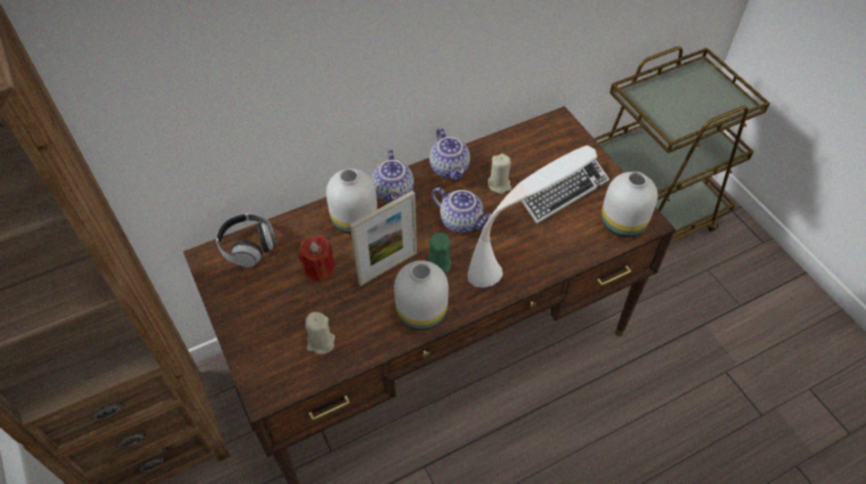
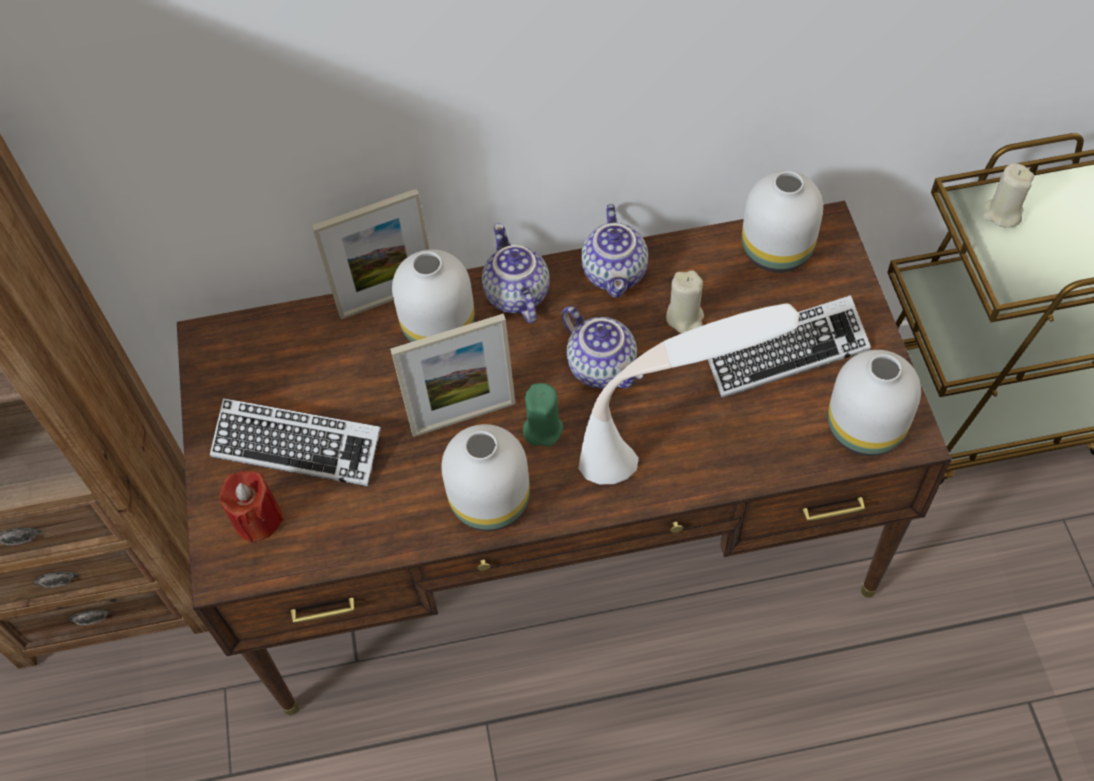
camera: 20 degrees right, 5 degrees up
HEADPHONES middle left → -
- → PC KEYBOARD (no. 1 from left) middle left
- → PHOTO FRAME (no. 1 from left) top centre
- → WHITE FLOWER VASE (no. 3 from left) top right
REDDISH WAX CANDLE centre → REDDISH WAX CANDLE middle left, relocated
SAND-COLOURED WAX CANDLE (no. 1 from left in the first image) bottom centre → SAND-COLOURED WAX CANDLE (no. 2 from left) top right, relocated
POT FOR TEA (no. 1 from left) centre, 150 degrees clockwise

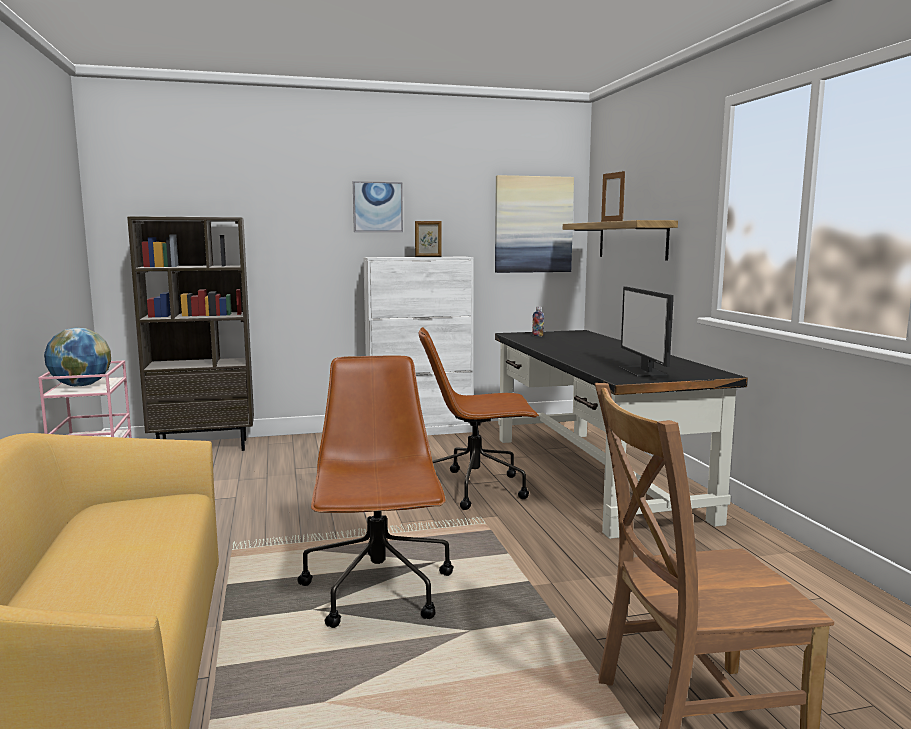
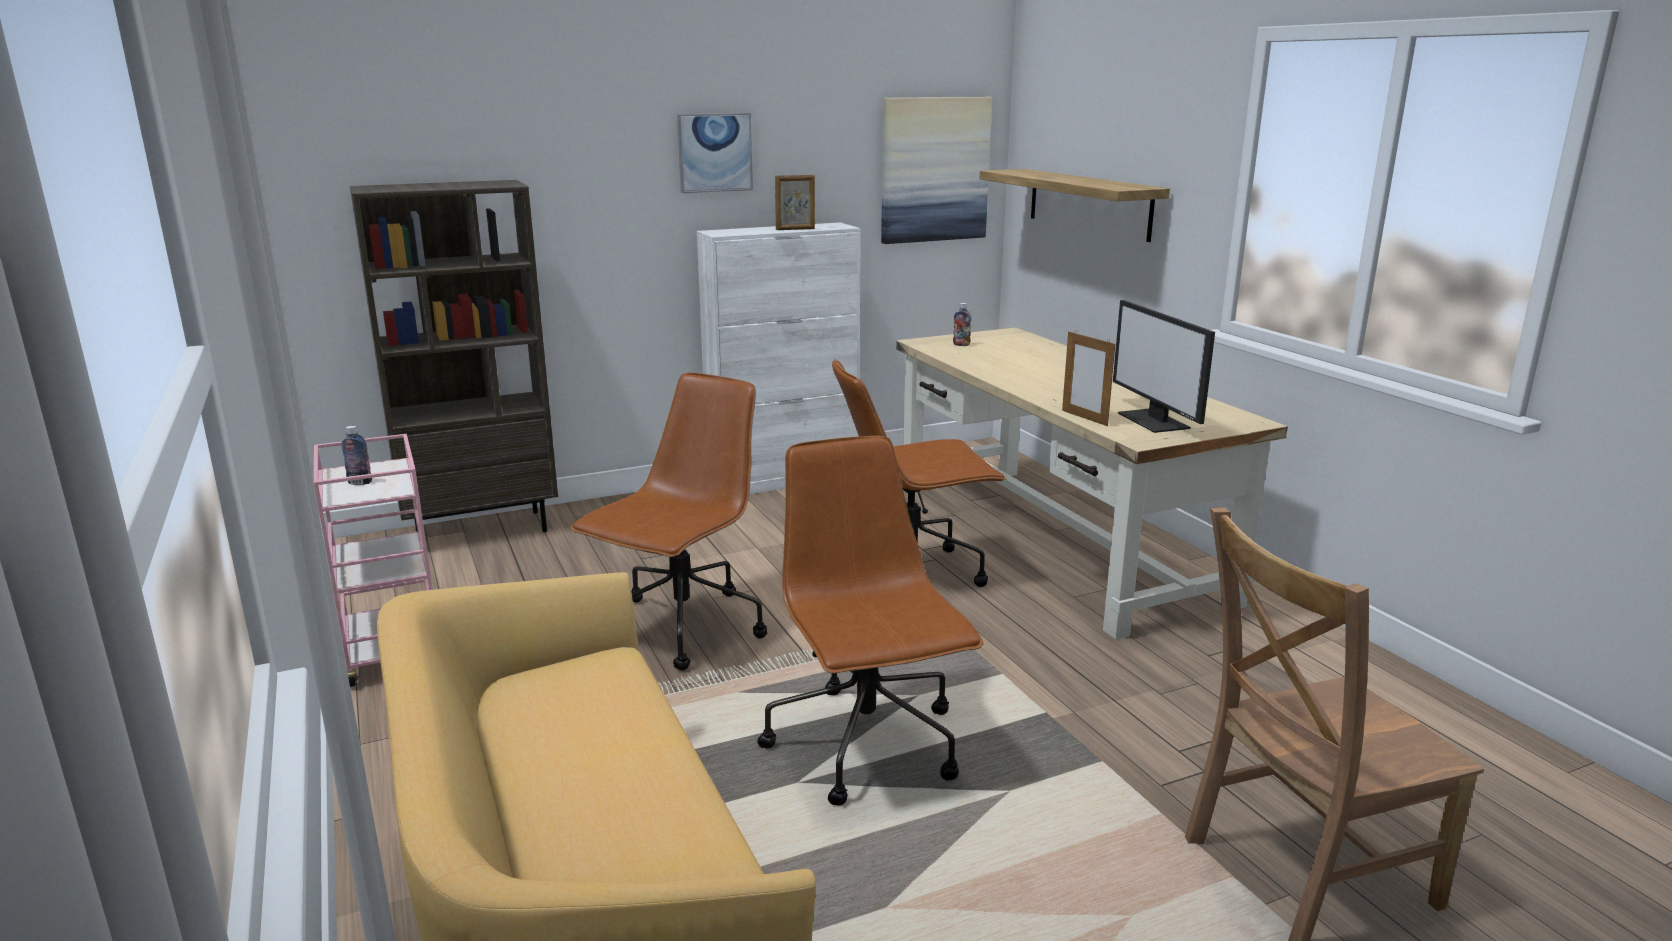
camera: 10 degrees left, 10 degrees up
- → BROWNISH COMPUTER CHAIR (no. 1 from left) centre
PHOTO FRAME (no. 2 from left) top right → PHOTO FRAME (no. 2 from left) centre, relocated
GLOBE middle left → BOTTLE (no. 1 from left) middle left
BLACK-COLOURED DESK UNIT middle right → SAND-COLOURED DESK UNIT centre

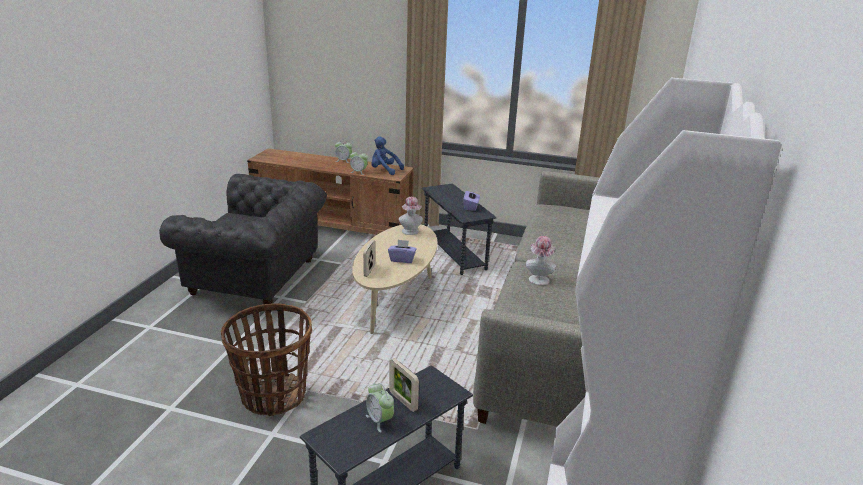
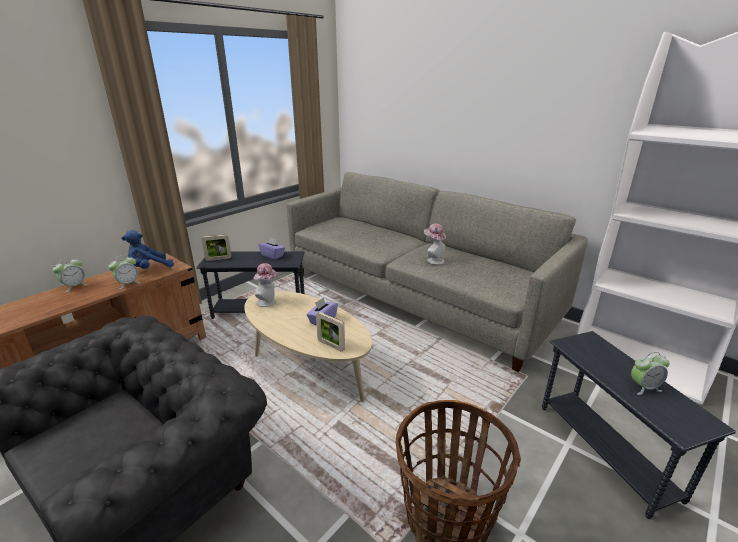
camera: 65 degrees left, 0 degrees up
PHOTO FRAME (no. 2 from left in the first image) bottom centre → PHOTO FRAME (no. 1 from left) middle left, relocated

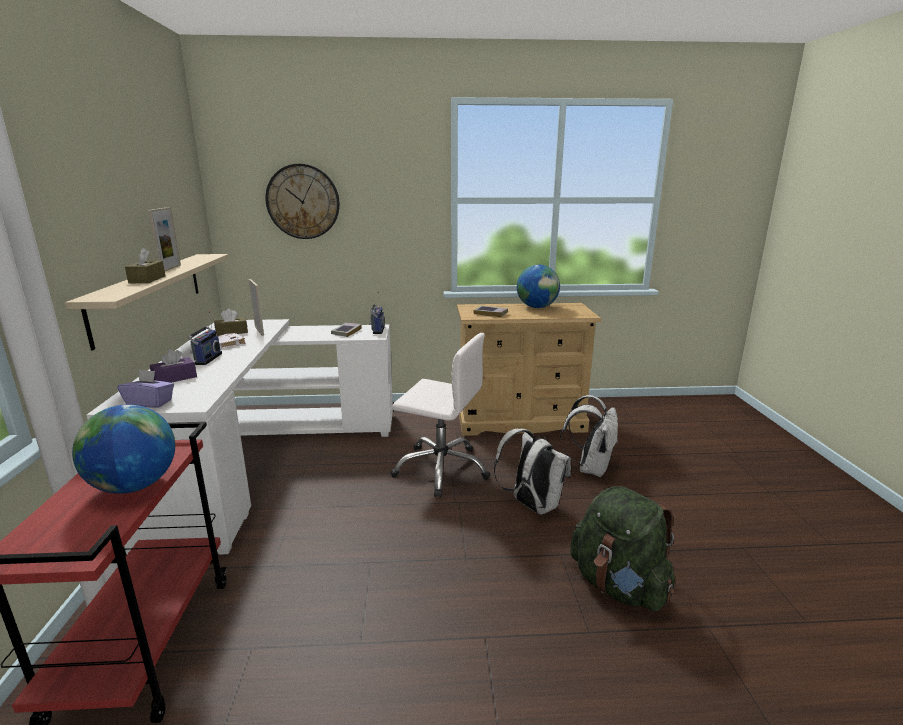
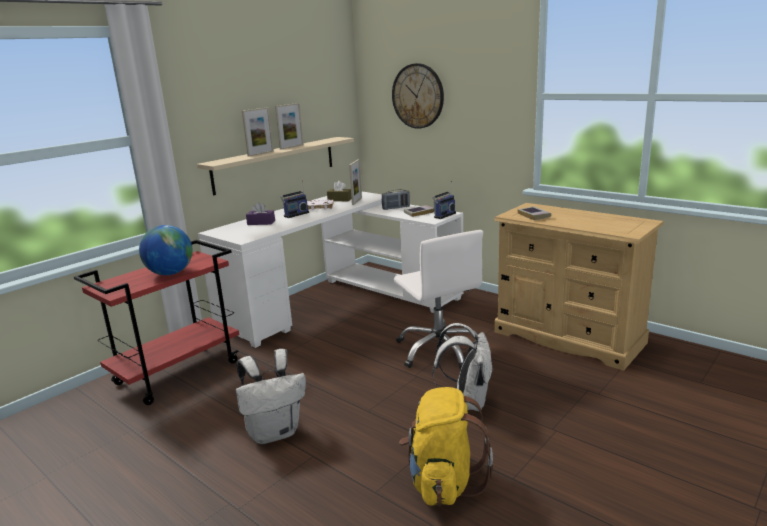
camera: 45 degrees right, 0 degrees up
PURPLE-COLOURED BOX OF TISSUES (no. 1 from left) middle left → -
GLOBE (no. 2 from left) centre → -
- → RADIO RECEIVER (no. 2 from left) centre
WHITE KNAPSACK (no. 2 from left in the first image) centre → WHITE KNAPSACK (no. 1 from left) bottom centre, relocated
BROWNISH BOX OF TISSUES (no. 1 from left) middle left → PHOTO FRAME (no. 1 from left) top centre
GREEN KNAPSACK bottom right → YELLOW KNAPSACK bottom centre

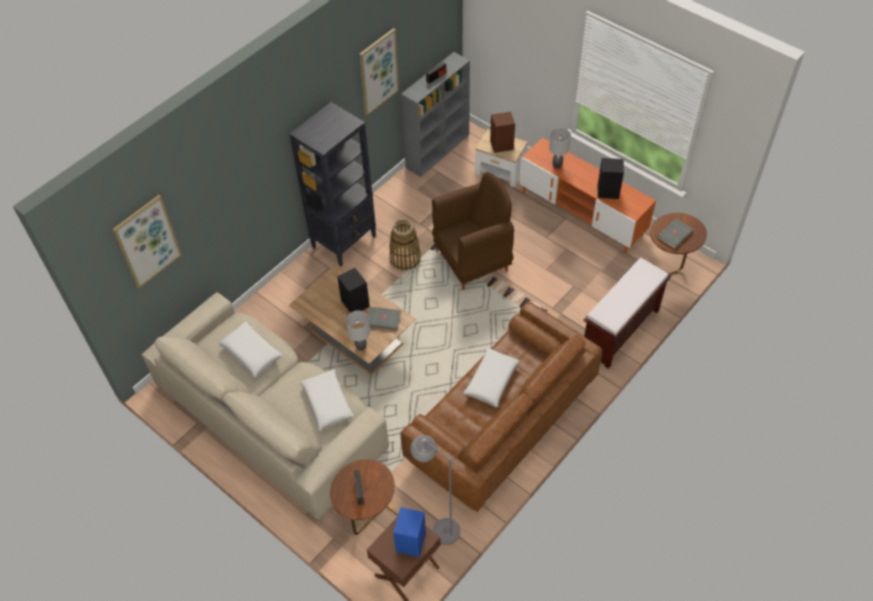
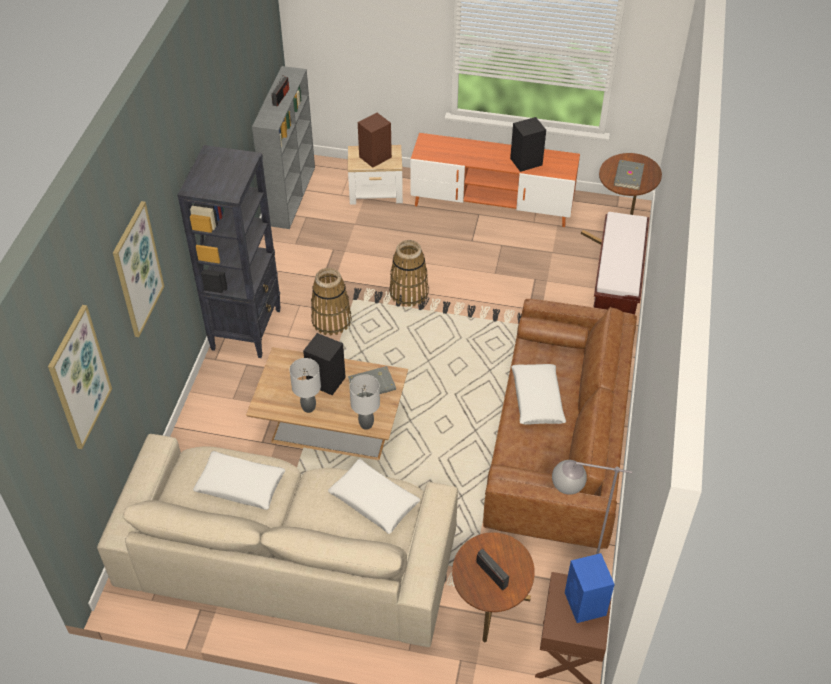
camera: 30 degrees left, 5 degrees down
WALL PICTURE (no. 2 from left) top centre → WALL PICTURE (no. 2 from left) middle left, relocated
GREY LAMP FOR A TABLE (no. 2 from left in the first image) top centre → GREY LAMP FOR A TABLE (no. 1 from left) centre, relocated
BROWNISH ARMCHAIR centre → HOUSEHOLD BASKET (no. 2 from left) centre

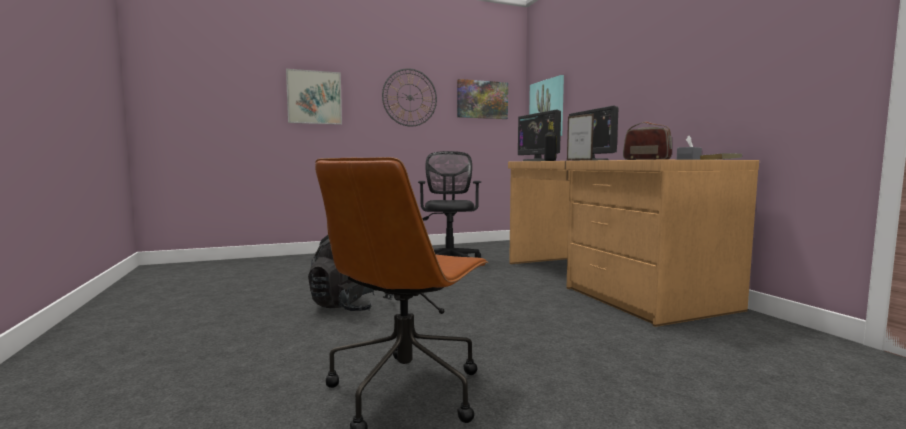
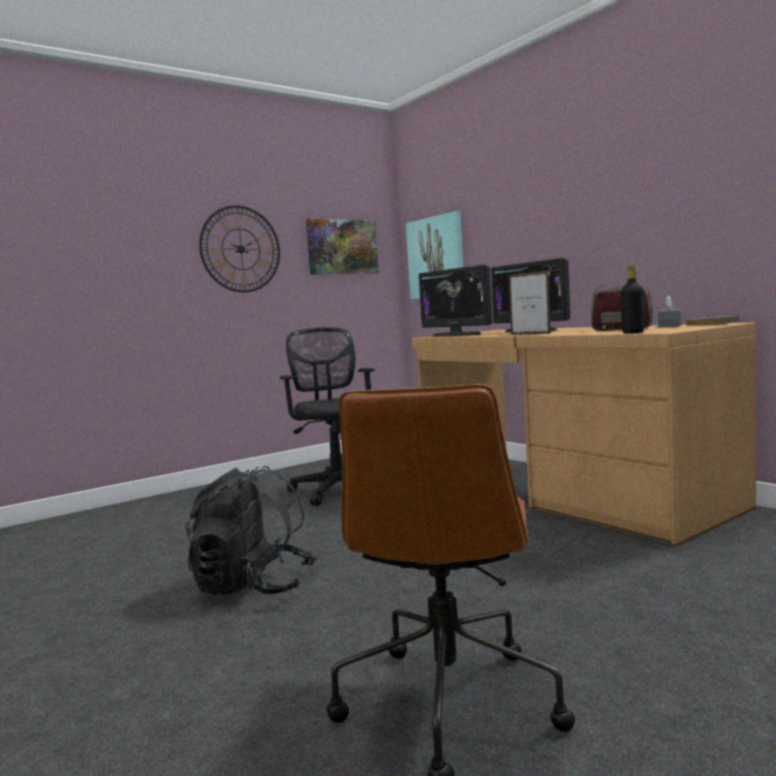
camera: 15 degrees left, 0 degrees up
WALL PICTURE (no. 1 from left) top centre → -
BLACK-COLOURED BOTTLE top centre → BLACK-COLOURED BOTTLE middle right, relocated

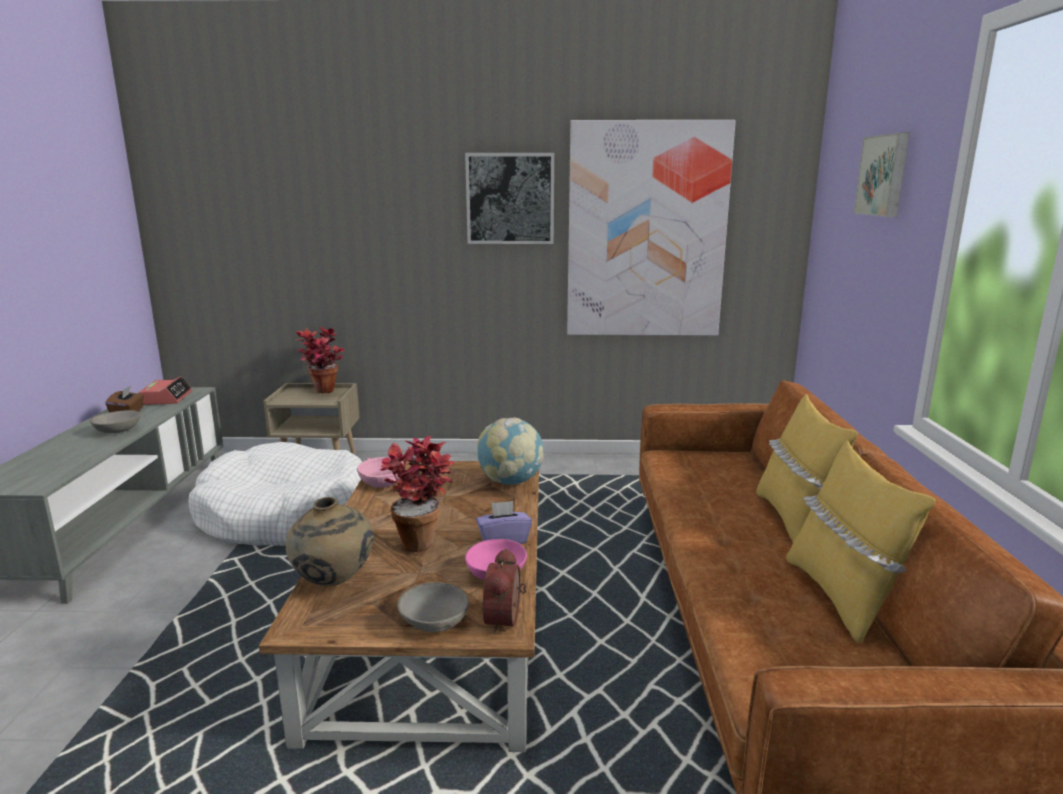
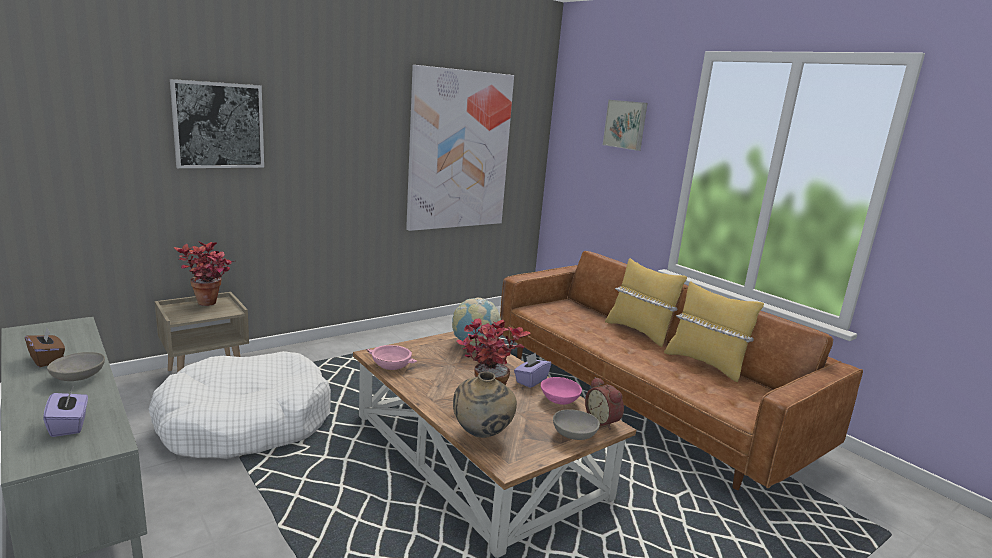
camera: 40 degrees left, 0 degrees up
ALARM CLOCK (no. 1 from left) middle left → -
- → PURPLE-COLOURED BOX OF TISSUES (no. 1 from left) bottom left
WALL PICTURE (no. 1 from left) top centre → WALL PICTURE (no. 1 from left) top left, relocated

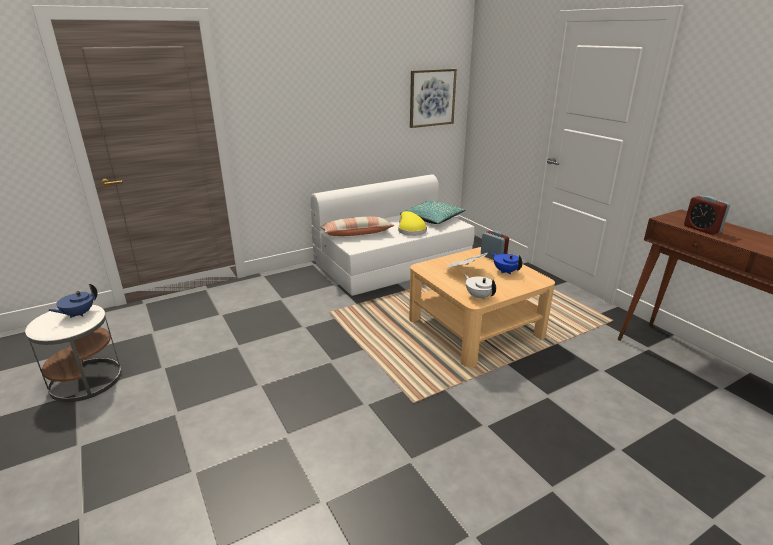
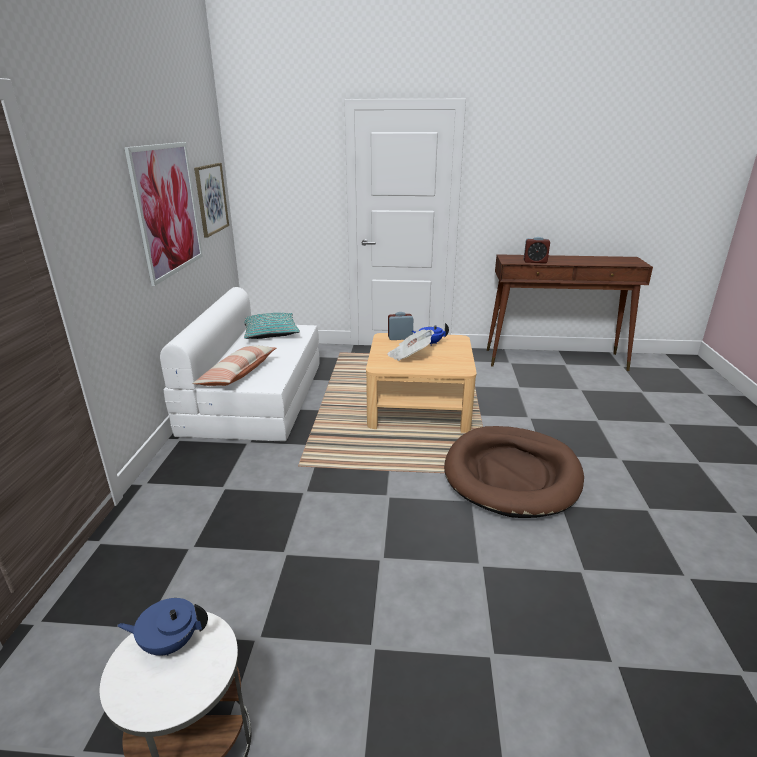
camera: 55 degrees left, 0 degrees up
YELLOW CLOTHING HAT centre → -
WHITE POT FOR TEA centre → -
- → WALL PICTURE (no. 1 from left) top left
- → BROWNISH PET BED middle right
BLUE POT FOR TEA (no. 1 from left) middle left → BLUE POT FOR TEA (no. 1 from left) bottom left, 105 degrees clockwise

